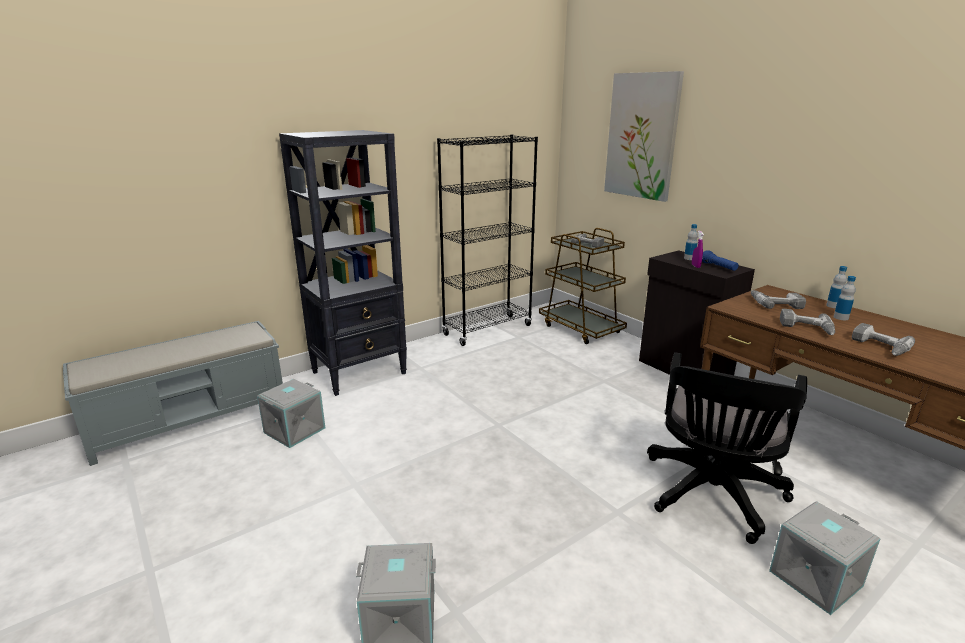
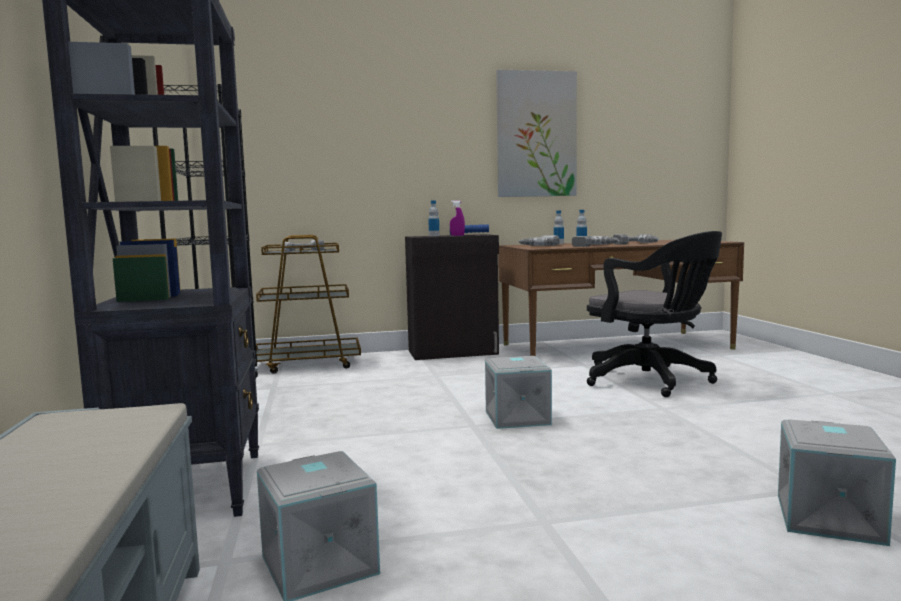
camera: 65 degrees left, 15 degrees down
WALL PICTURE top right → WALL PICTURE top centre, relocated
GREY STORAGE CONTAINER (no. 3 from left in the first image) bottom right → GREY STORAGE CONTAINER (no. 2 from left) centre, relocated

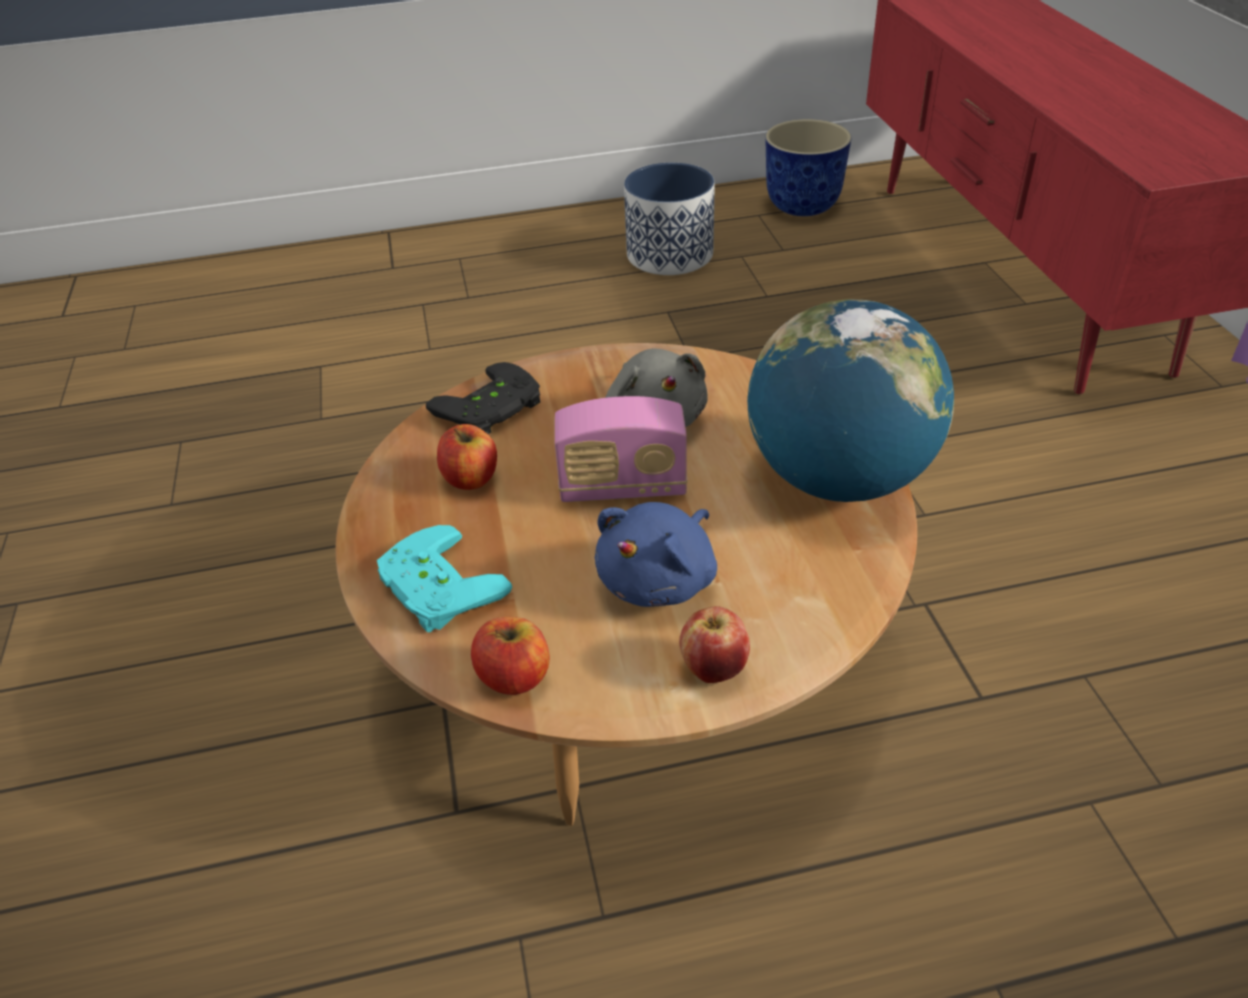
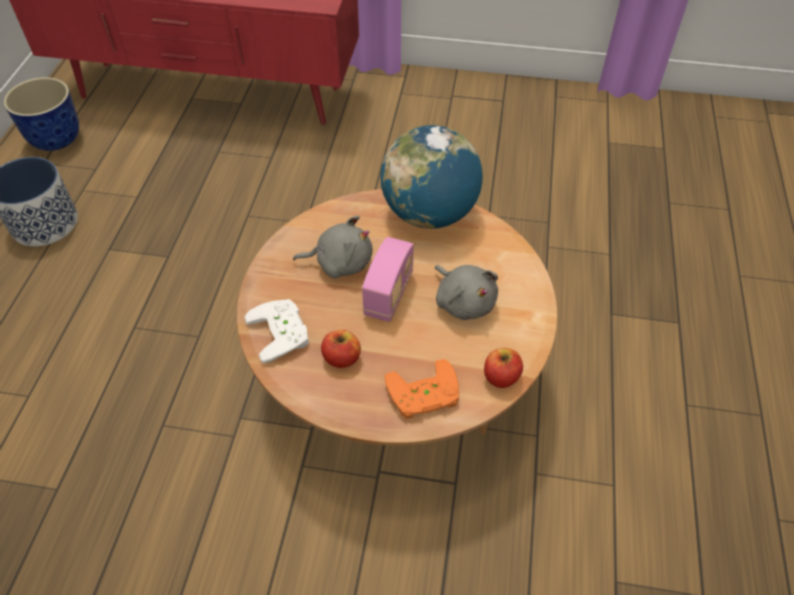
camera: 70 degrees left, 10 degrees up
APPLE FRUIT (no. 3 from left) centre → -
TURQUOISE GAME CONTROLLER centre → ORANGE GAME CONTROLLER centre
BLACK-COLOURED GAME CONTROLLER centre → WHITE GAME CONTROLLER centre
BLUE PLUSH TOY centre → GREY PLUSH TOY (no. 2 from left) centre

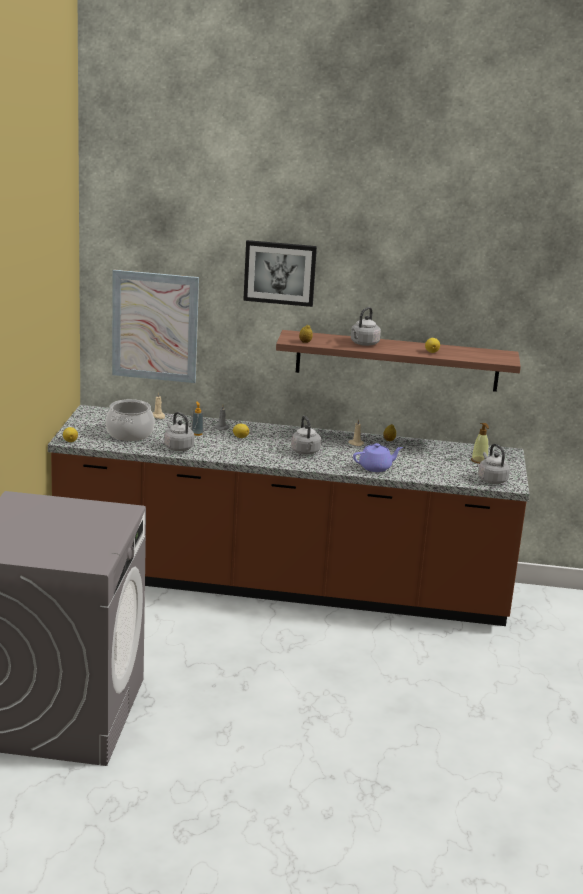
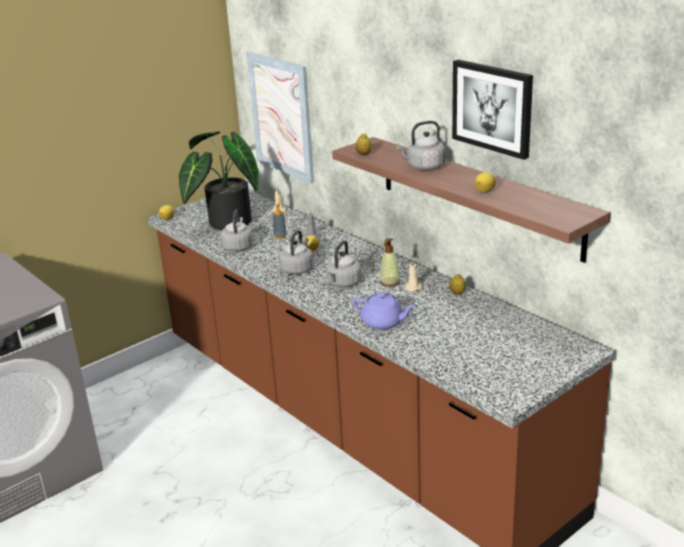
camera: 45 degrees right, 5 degrees up
WALL PICTURE (no. 2 from left) top centre → WALL PICTURE (no. 2 from left) top right, relocated
SOAP BOTTLE (no. 2 from left) middle right → SOAP BOTTLE (no. 2 from left) centre, relocated
GREY WATER KETTLE (no. 4 from left in the first image) middle right → GREY WATER KETTLE (no. 2 from left) centre, relocated
COOKING POT middle left → PLANT IN A POT top left

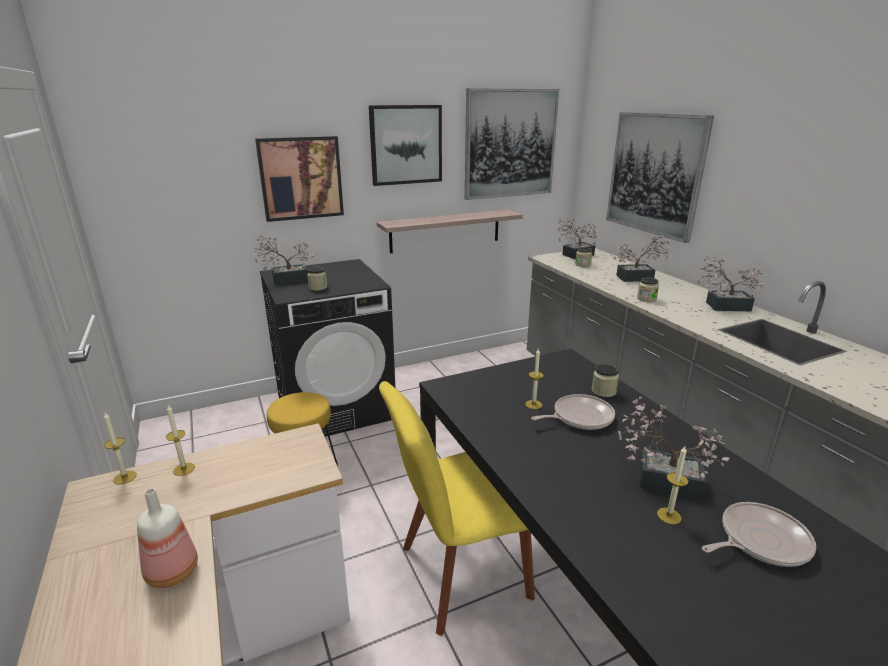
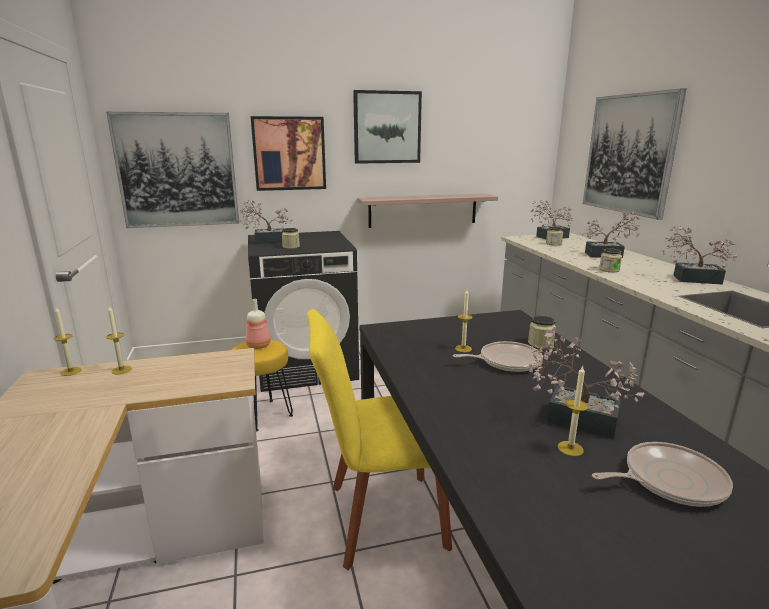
camera: 10 degrees right, 5 degrees down
BOTTLE bottom left → BOTTLE centre, relocated
WALL PICTURE (no. 3 from left in the first image) top centre → WALL PICTURE (no. 1 from left) top left, relocated

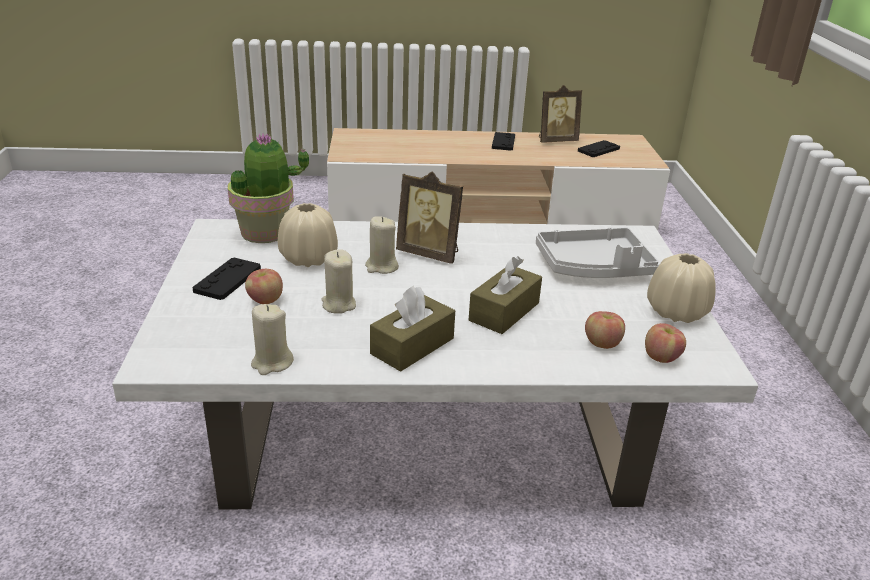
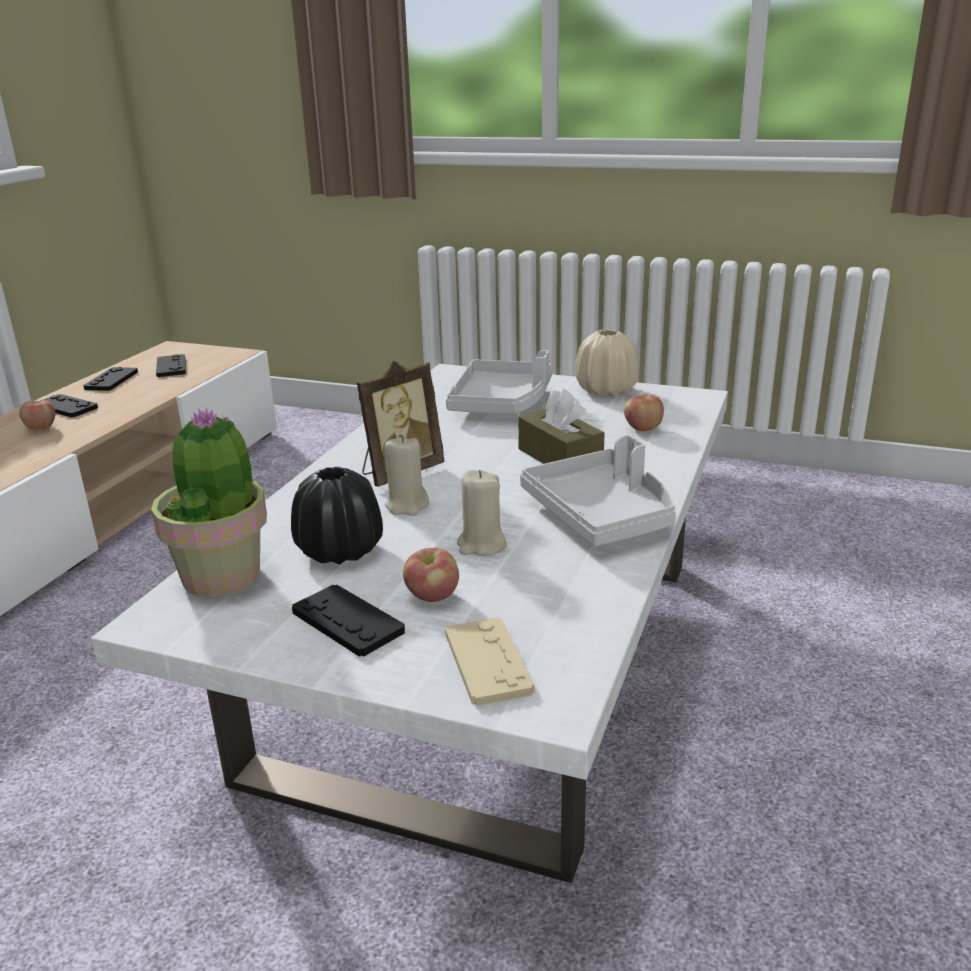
camera: 65 degrees left, 5 degrees down
SAND-COLOURED WAX CANDLE (no. 1 from left) middle left → -
- → SAND-COLOURED GAME CONTROLLER bottom centre
APPLE FRUIT (no. 3 from left in the first image) middle right → APPLE FRUIT (no. 1 from left) middle left, relocated
BROWNISH BOX OF TISSUES (no. 1 from left) centre → GREY SERVING TRAY (no. 2 from left) centre
PHOTO FRAME (no. 2 from left) top centre → BLACK-COLOURED GAME CONTROLLER (no. 2 from left) middle left
SAND-COLOURED FLOWER VASE (no. 1 from left) centre → BLACK-COLOURED FLOWER VASE centre

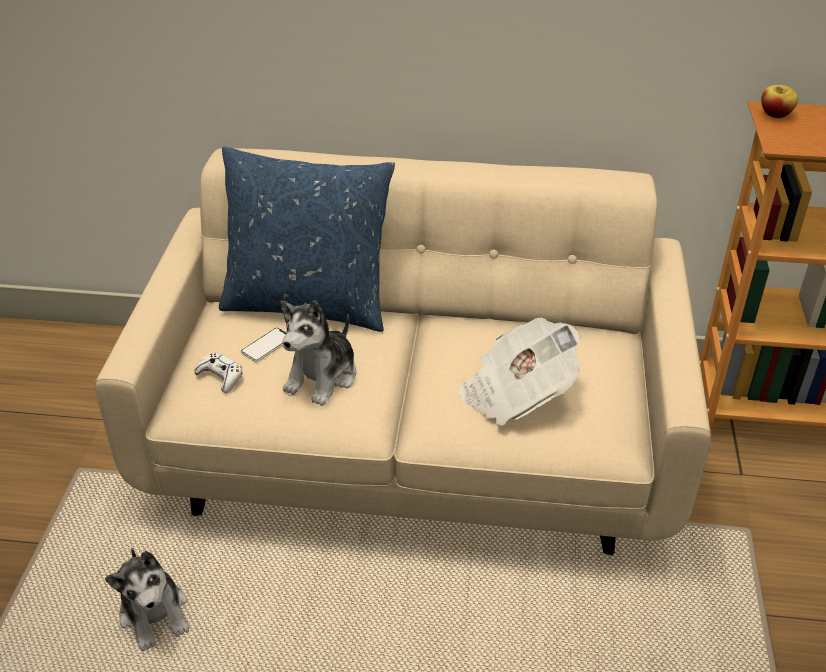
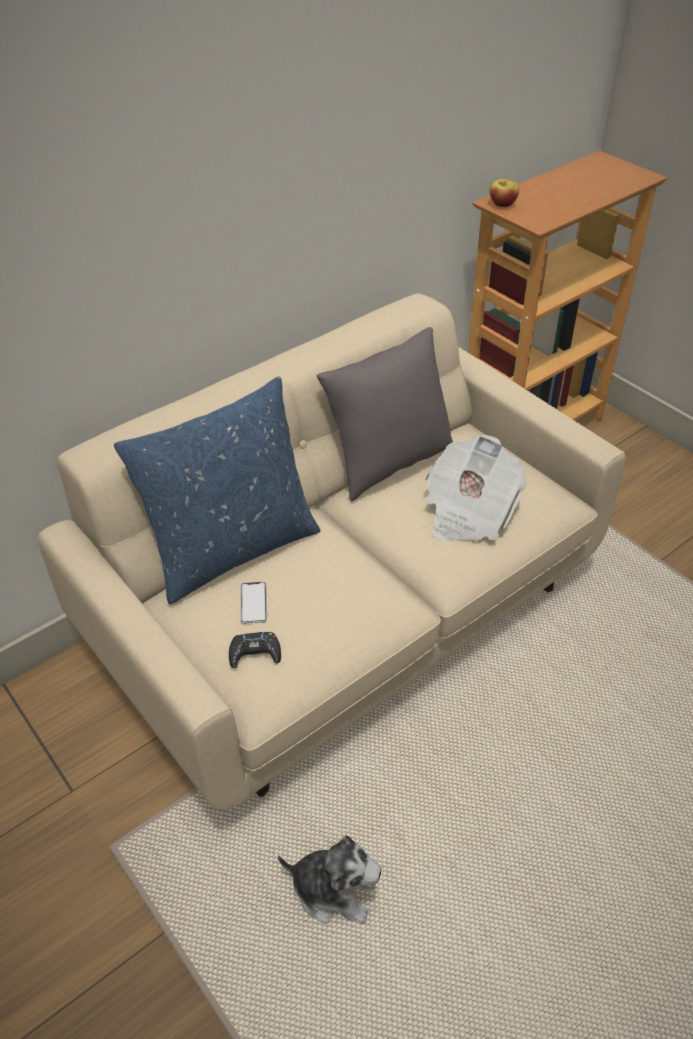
camera: 45 degrees left, 5 degrees up
PLUSH TOY (no. 2 from left) centre → -
- → GREY CUSHION centre
WHITE GAME CONTROLLER middle left → BLACK-COLOURED GAME CONTROLLER centre

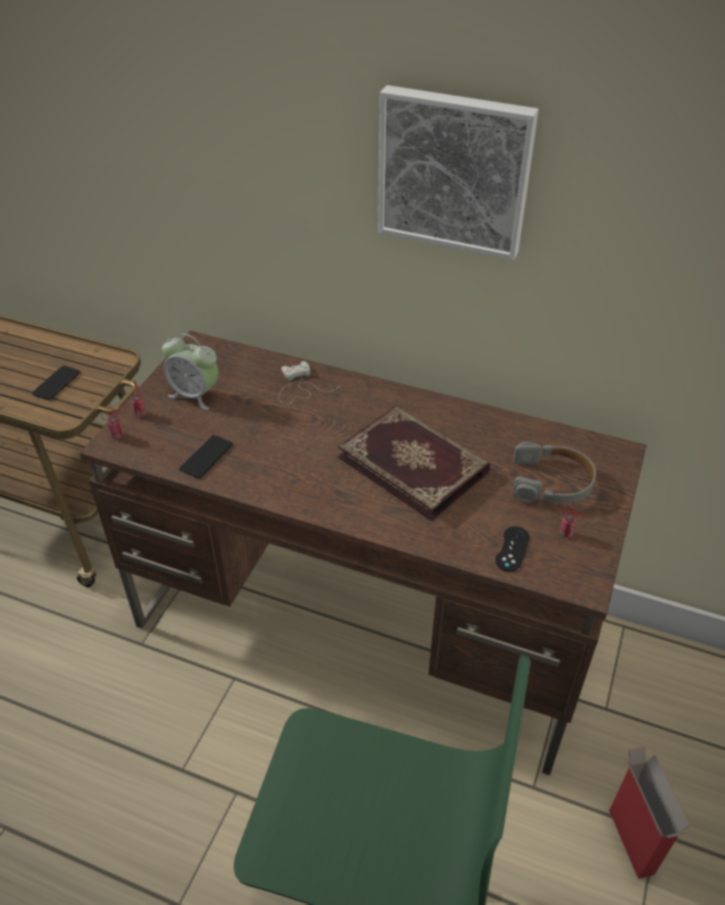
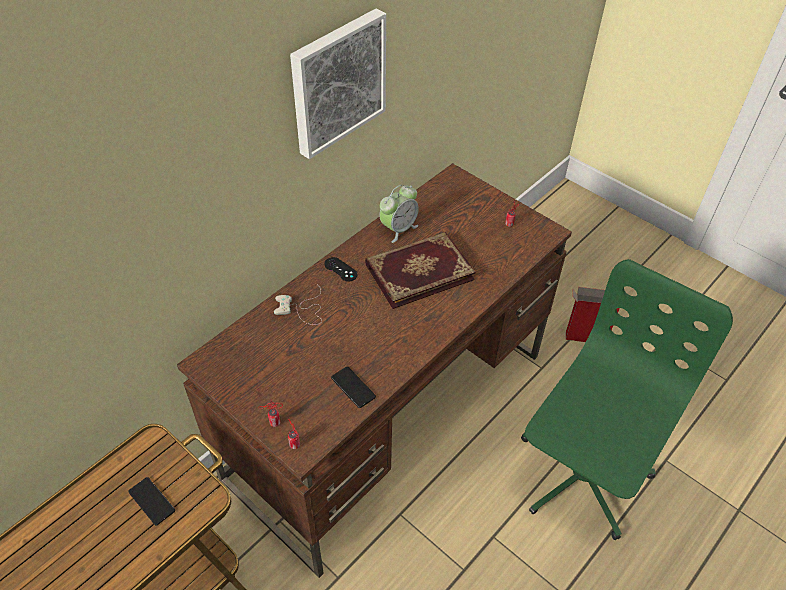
camera: 70 degrees left, 5 degrees up
GREY HEADPHONES middle right → -
ALARM CLOCK middle left → ALARM CLOCK centre, relocated
BLACK-COLOURED GAME CONTROLLER middle right → BLACK-COLOURED GAME CONTROLLER centre, relocated

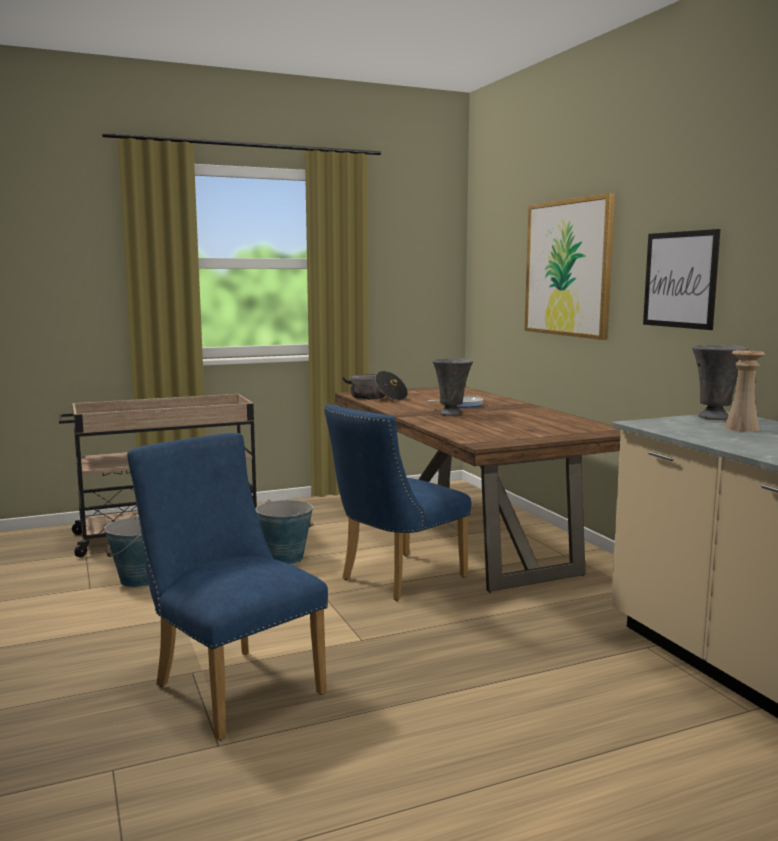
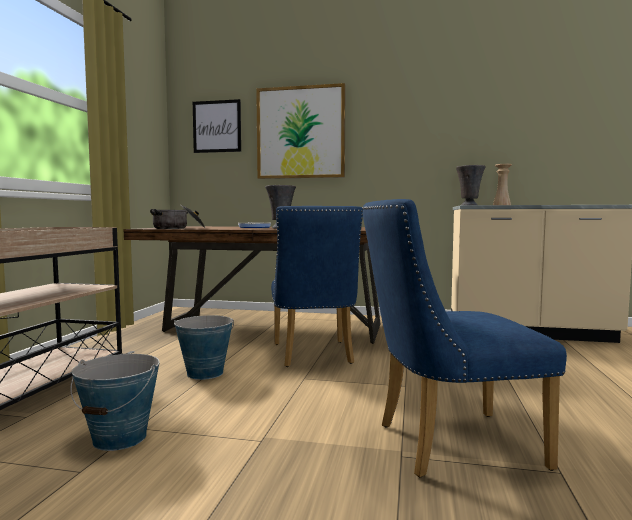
camera: 55 degrees left, 5 degrees down
WALL PICTURE (no. 2 from left in the first image) top right → WALL PICTURE (no. 1 from left) top centre, relocated

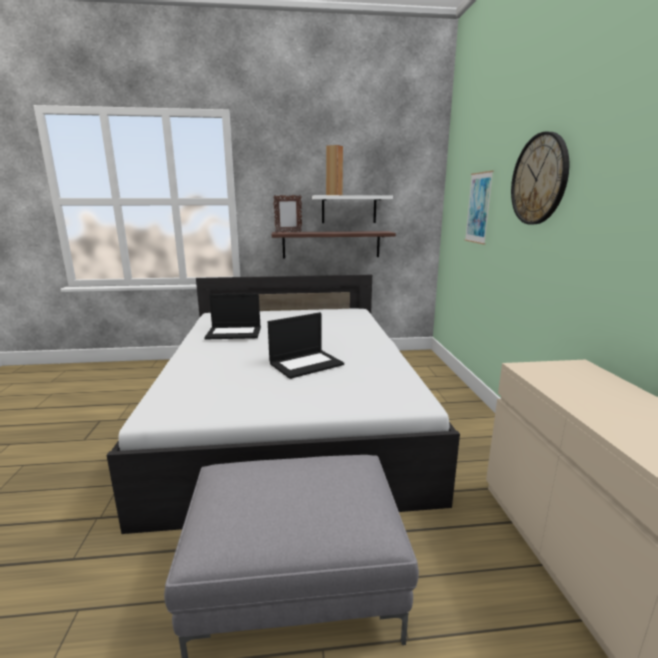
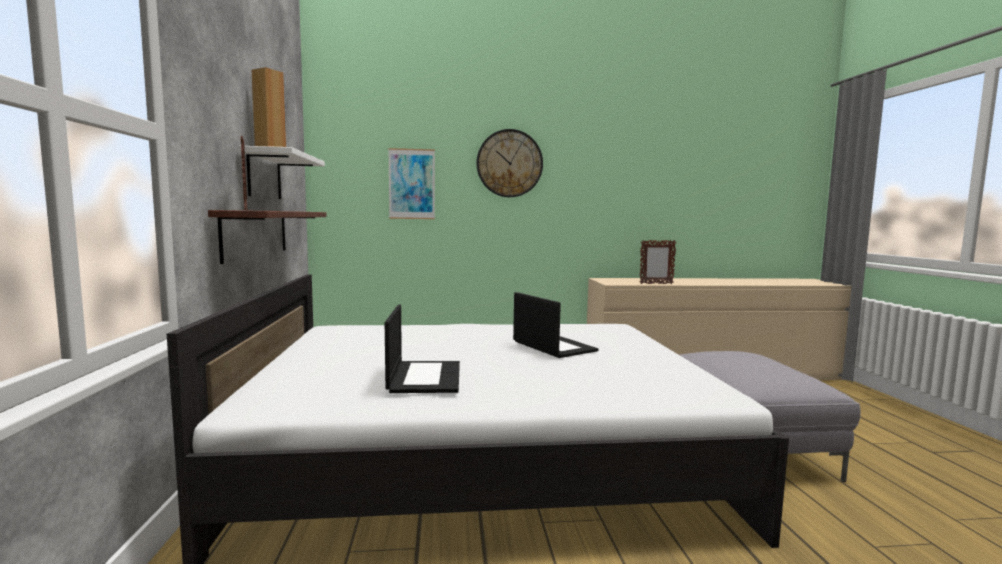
camera: 90 degrees left, 10 degrees down
- → PHOTO FRAME (no. 2 from left) centre

